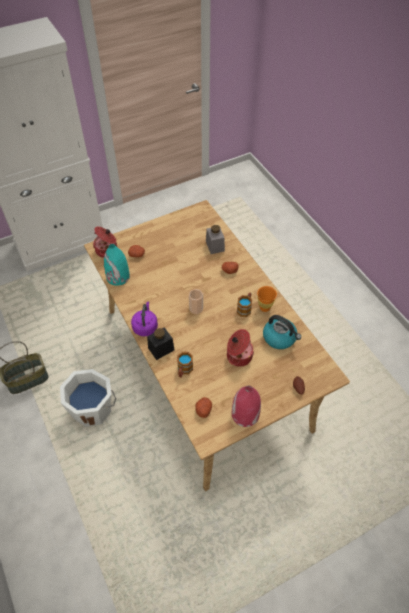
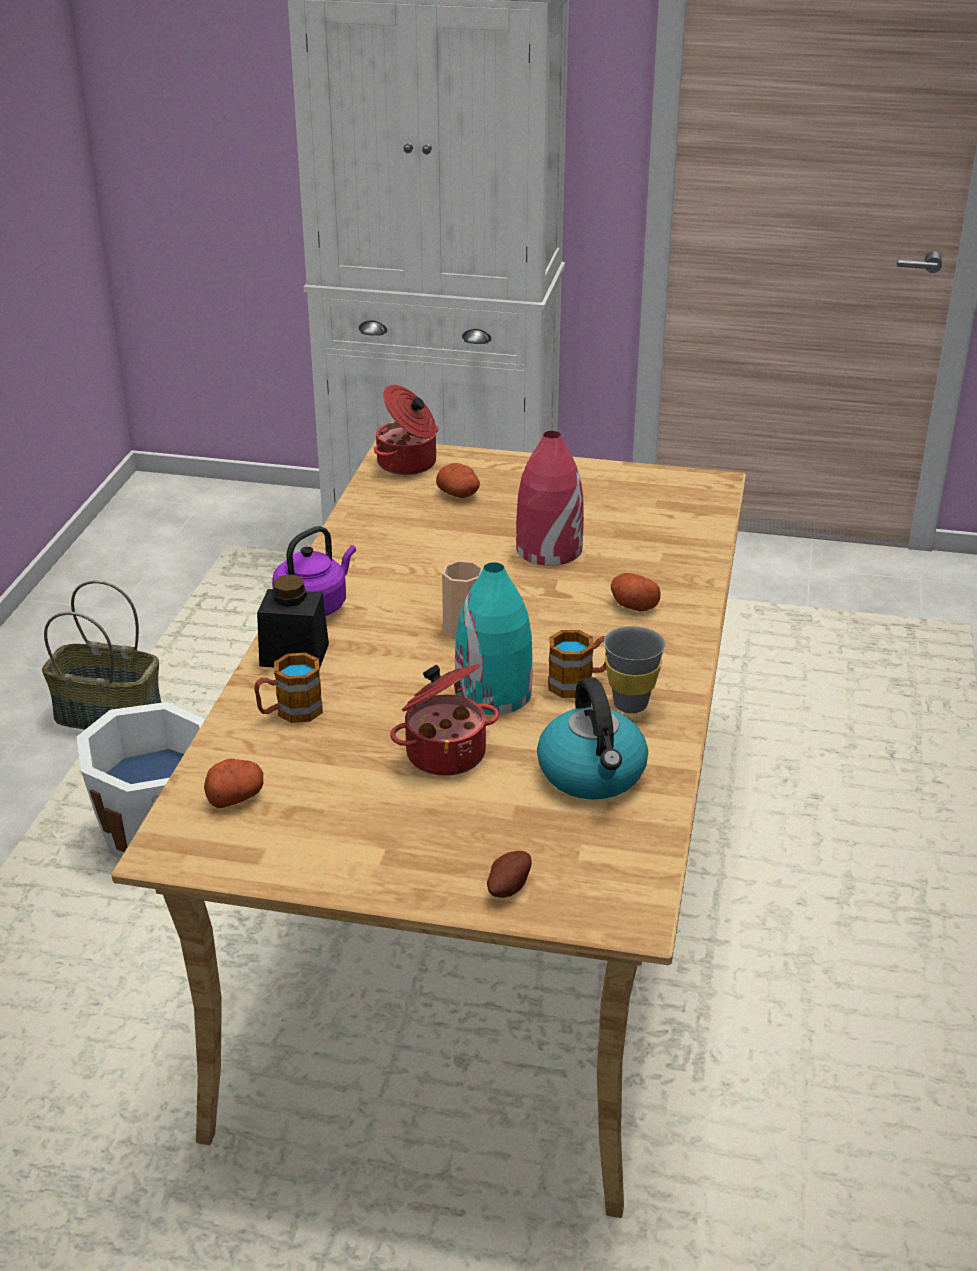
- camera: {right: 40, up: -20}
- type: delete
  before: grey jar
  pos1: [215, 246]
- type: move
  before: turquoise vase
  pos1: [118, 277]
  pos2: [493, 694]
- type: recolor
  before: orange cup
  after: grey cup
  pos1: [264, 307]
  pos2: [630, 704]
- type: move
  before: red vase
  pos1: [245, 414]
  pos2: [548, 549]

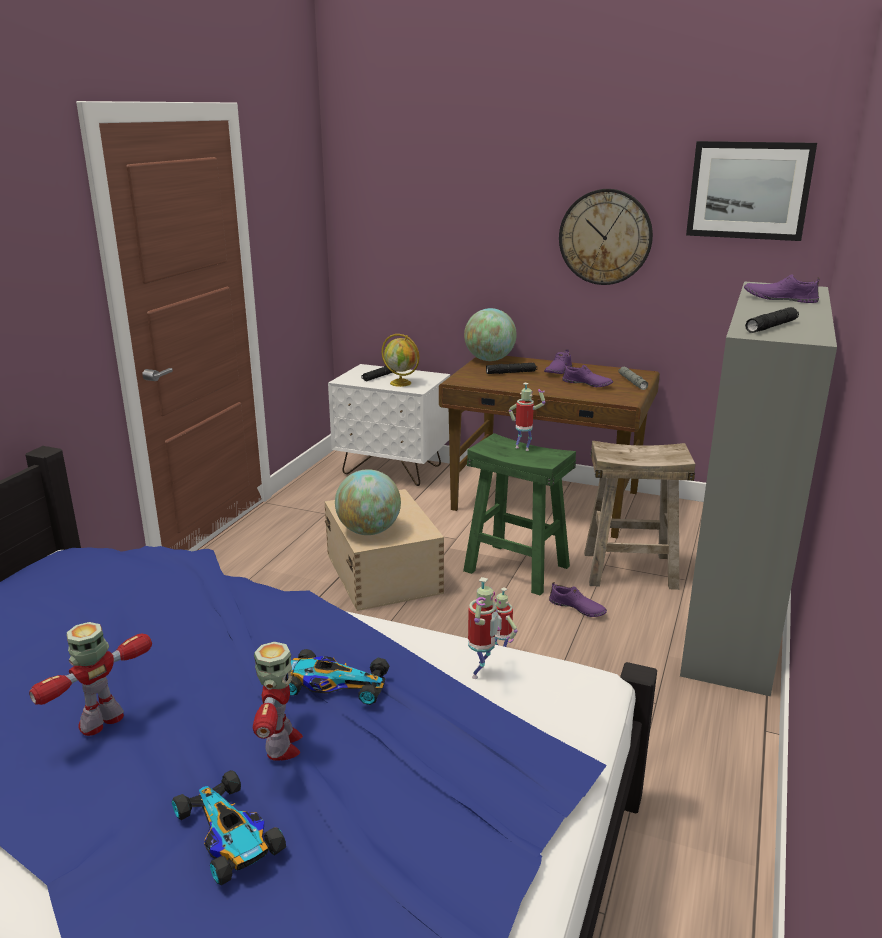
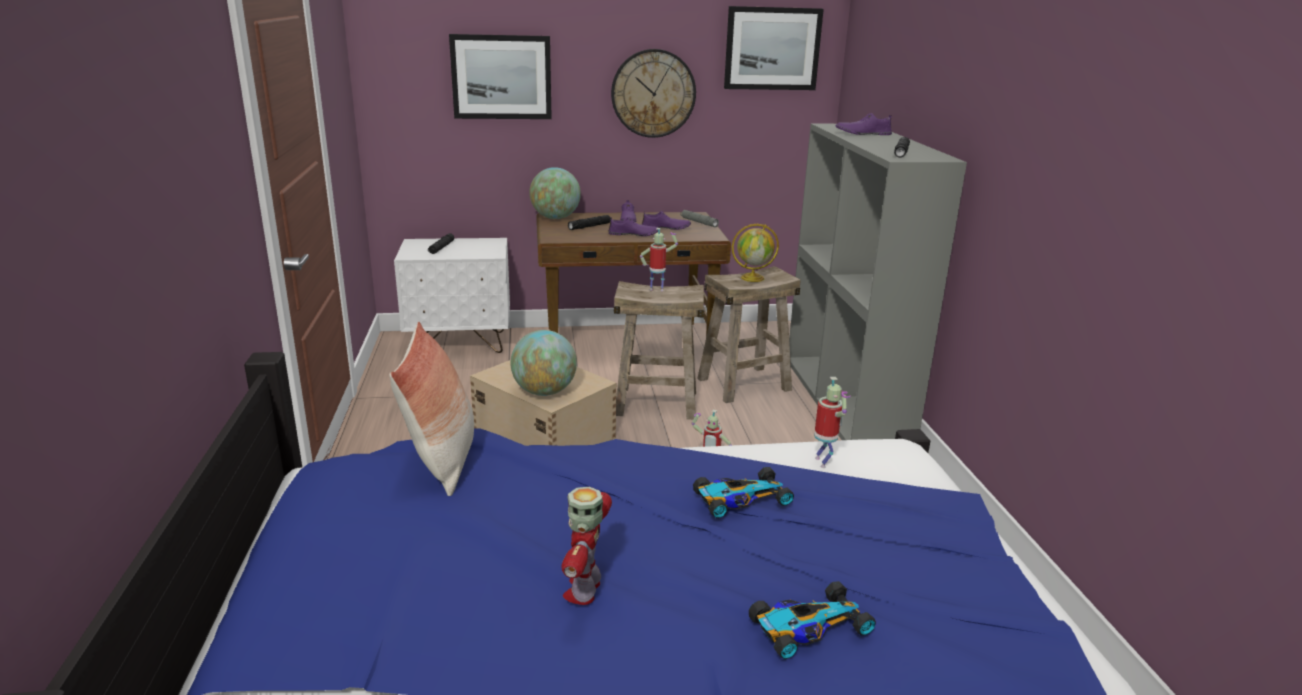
- camera: {right: -30, up: 0}
- type: move
  before: globe
  pos1: [401, 383]
  pos2: [753, 278]
- type: recolor
  before: green stool
  after: beige stool
  pos1: [516, 568]
  pos2: [655, 403]
- type: move
  before: purple shoe
  pos1: [577, 608]
  pos2: [633, 234]
- type: delete
  before: toy robot
  pos1: [282, 746]
- type: rotate
  before: toy car
  pos1: [229, 835]
  pos2: [807, 627]
  turn: 135
- type: insert
  after: picture
  pos2: [501, 77]
- type: insert
  after: pillow
  pos2: [443, 460]

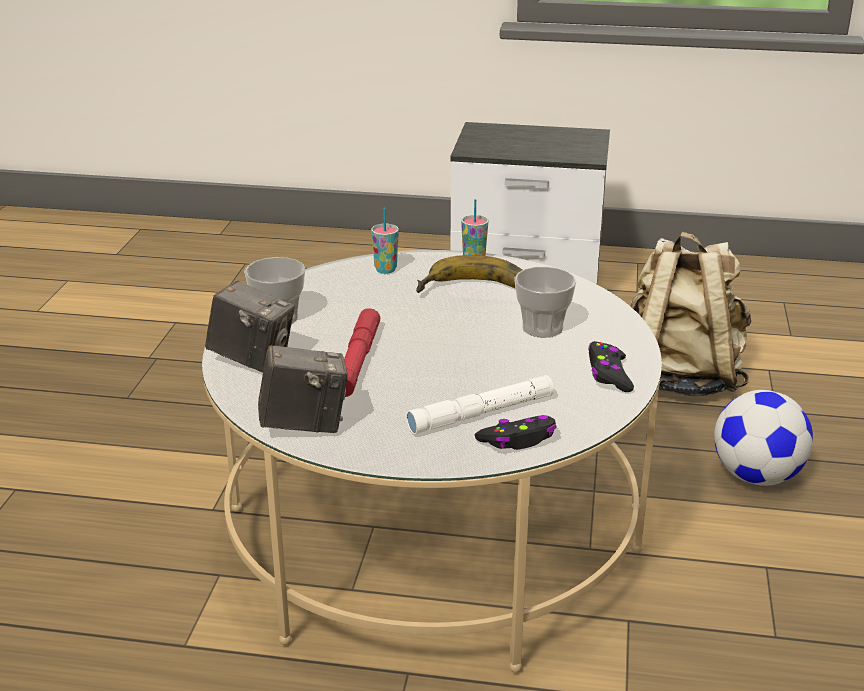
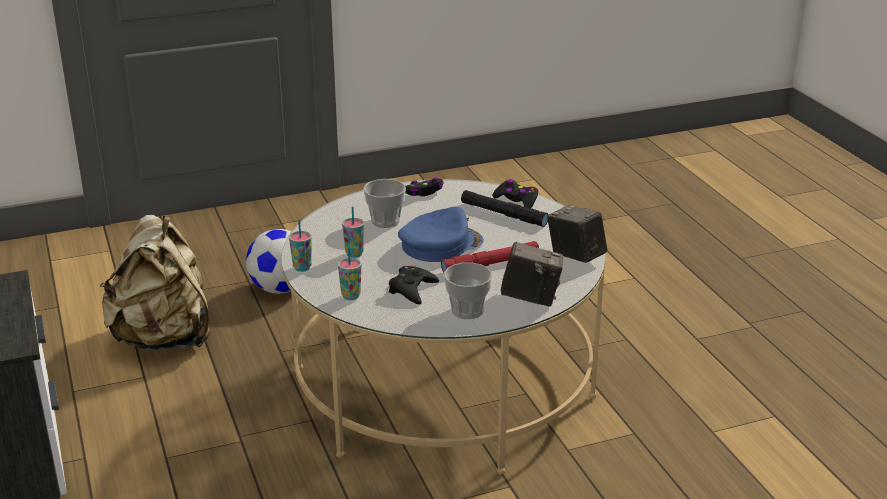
- camera: {right: -120, up: 0}
- type: replace
  before: banana
  after: cup
  pos1: [475, 291]
  pos2: [354, 254]
- type: rotate
  before: photo camera
  pos1: [252, 359]
  pos2: [530, 298]
  turn: 105
- type: recolor
  before: white flashlight
  after: black flashlight
  pos1: [481, 413]
  pos2: [503, 214]
- type: insert
  after: blue cap
  pos2: [440, 244]
- type: insert
  after: black game controller
  pos2: [412, 289]

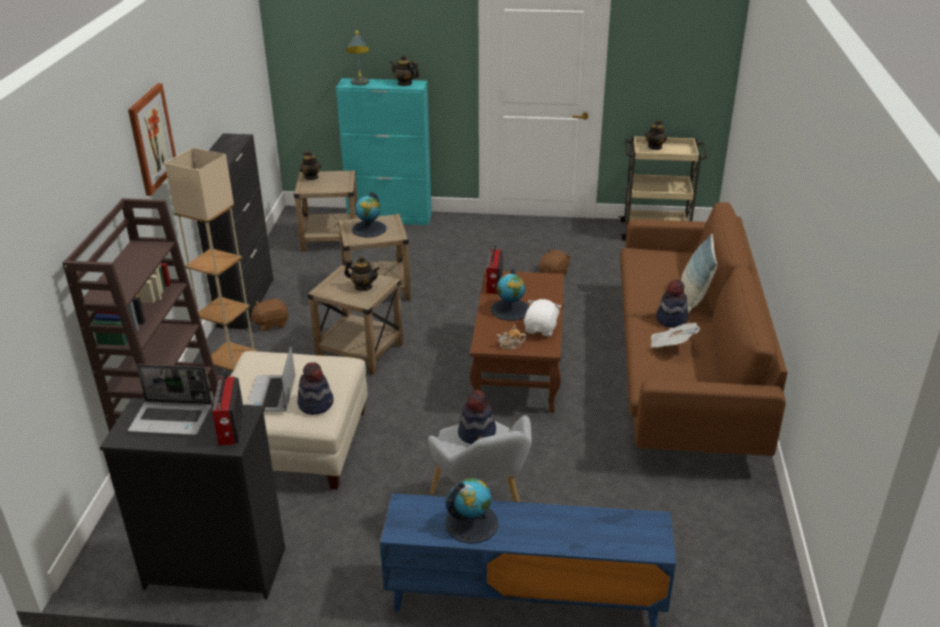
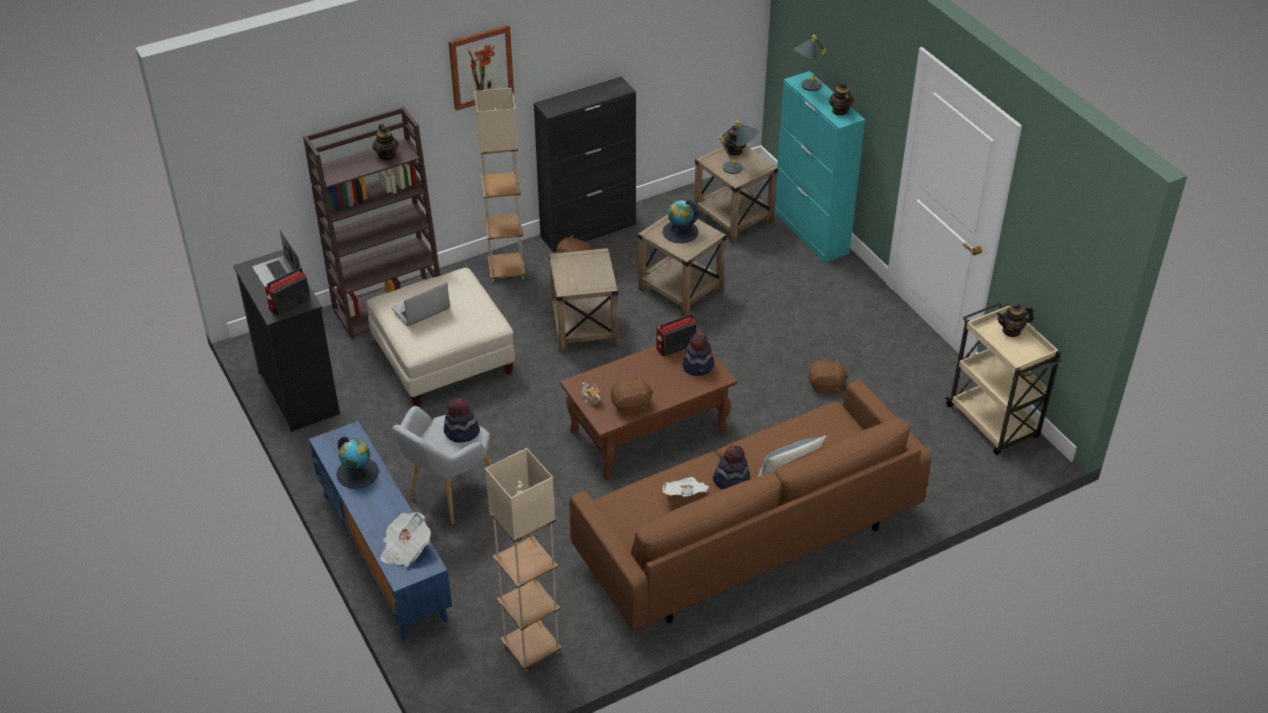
- camera: {right: 55, up: 10}
- type: move
  before: teapot
  pos1: [363, 287]
  pos2: [387, 155]
- type: delete
  before: globe
  pos1: [510, 310]
- type: recolor
  before: white plush toy
  after: brown plush toy
  pos1: [541, 329]
  pos2: [631, 406]
- type: move
  before: hat
  pos1: [316, 403]
  pos2: [698, 366]
- type: insert
  after: grey table lamp
  pos2: [739, 169]
- type: insert
  after: beige floor lamp
  pos2: [531, 648]
- type: insert
  after: newspaper
  pos2: [405, 549]

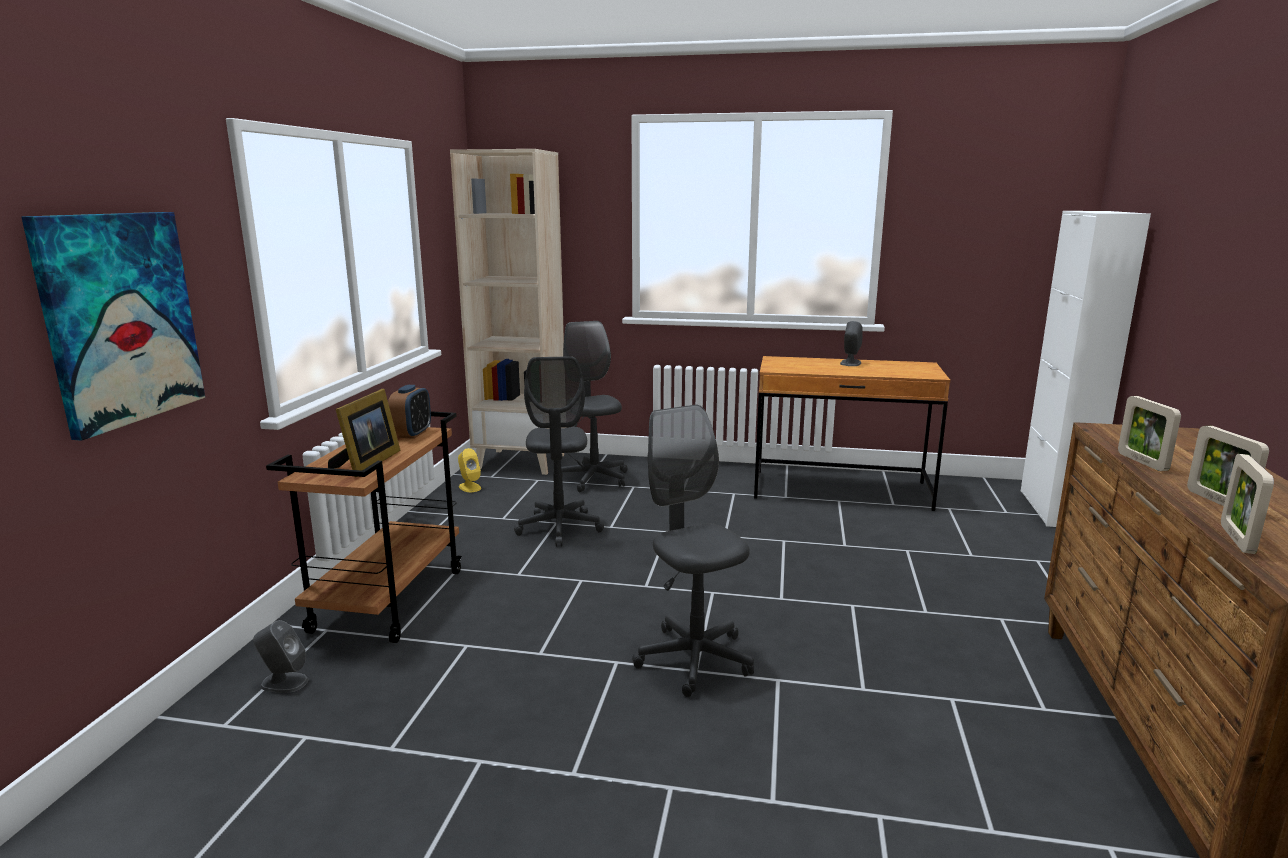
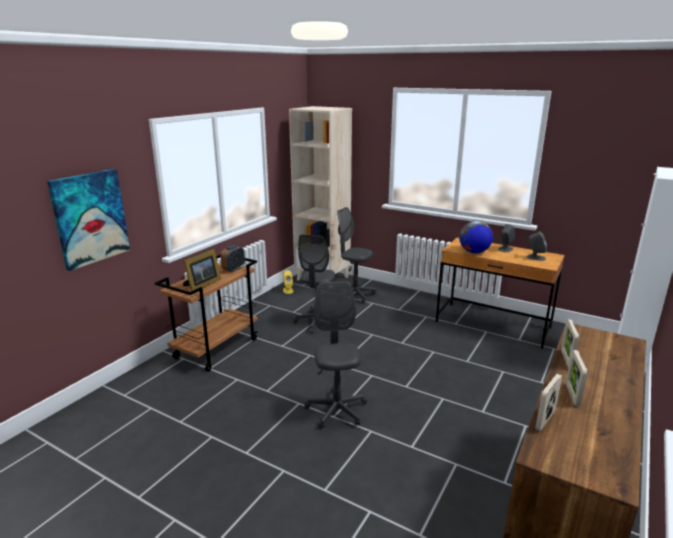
- camera: {right: 20, up: 5}
- type: rotate
  before: grey office chair
  pos1: [594, 479]
  pos2: [354, 295]
  turn: -60
- type: move
  before: grey speaker
  pos1: [283, 682]
  pos2: [535, 257]
- type: insert
  after: globe
  pos2: [474, 252]

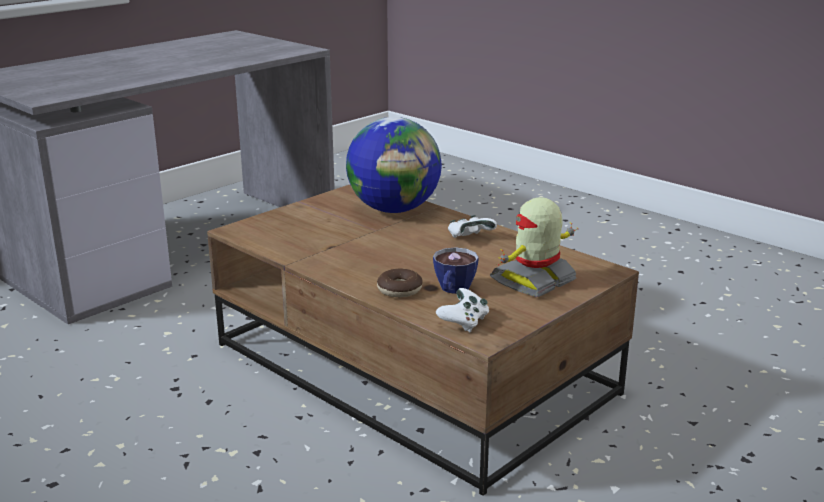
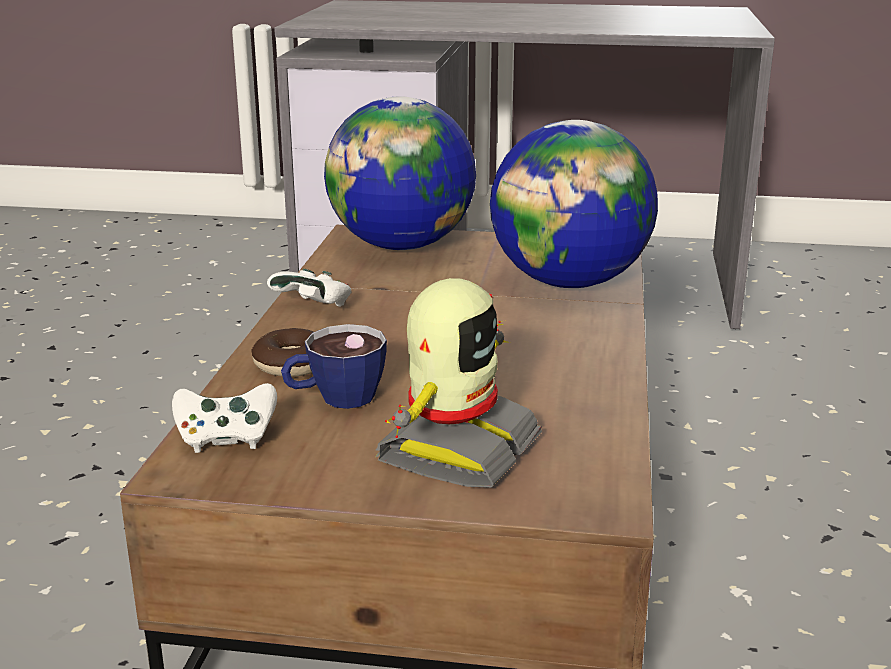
- camera: {right: 55, up: 0}
- type: rotate
  before: toy robot
  pos1: [534, 281]
  pos2: [455, 449]
  turn: 105
- type: move
  before: white game controller
  pos1: [469, 238]
  pos2: [314, 307]
- type: insert
  after: globe
  pos2: [402, 246]

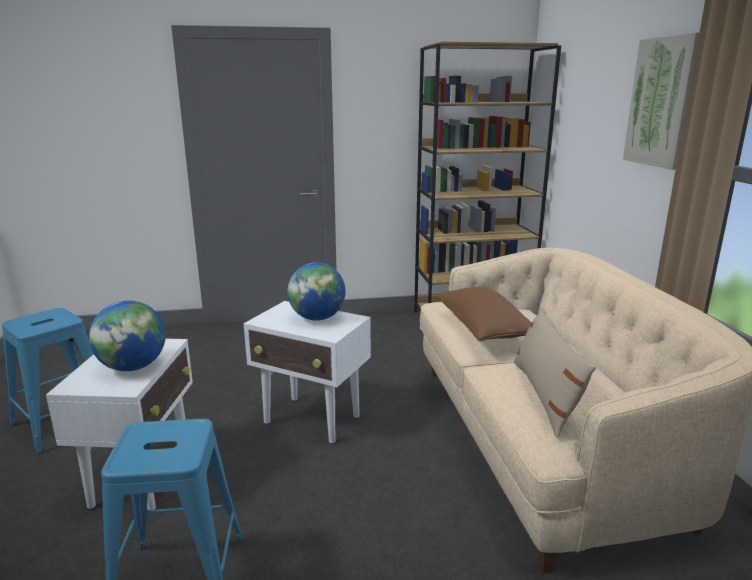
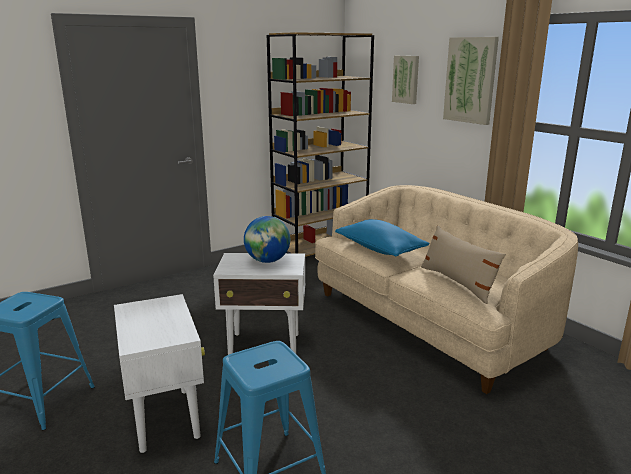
- camera: {right: -25, up: 0}
- type: recolor
  before: brown pillow
  after: blue pillow
  pos1: [484, 328]
  pos2: [380, 249]
- type: delete
  before: globe
  pos1: [133, 367]
- type: insert
  after: picture
  pos2: [406, 79]

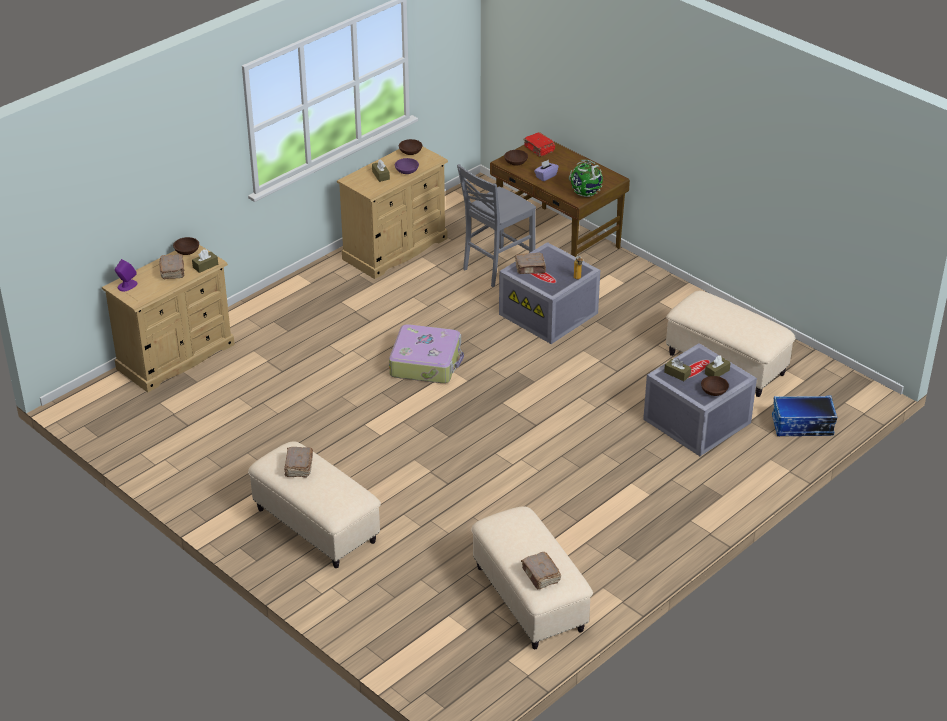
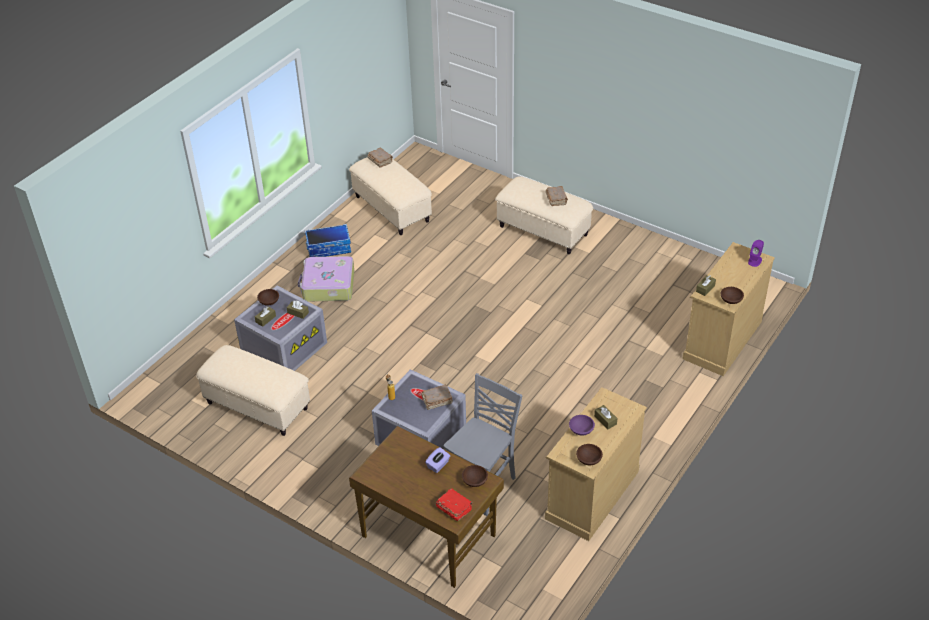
- camera: {right: 170, up: 5}
- type: delete
  before: globe
  pos1: [585, 193]
- type: delete
  before: brown book
  pos1: [173, 271]
- type: move
  before: suitcase
  pos1: [426, 362]
  pos2: [328, 286]
- type: move
  before: storage box
  pos1: [802, 426]
  pos2: [329, 248]

